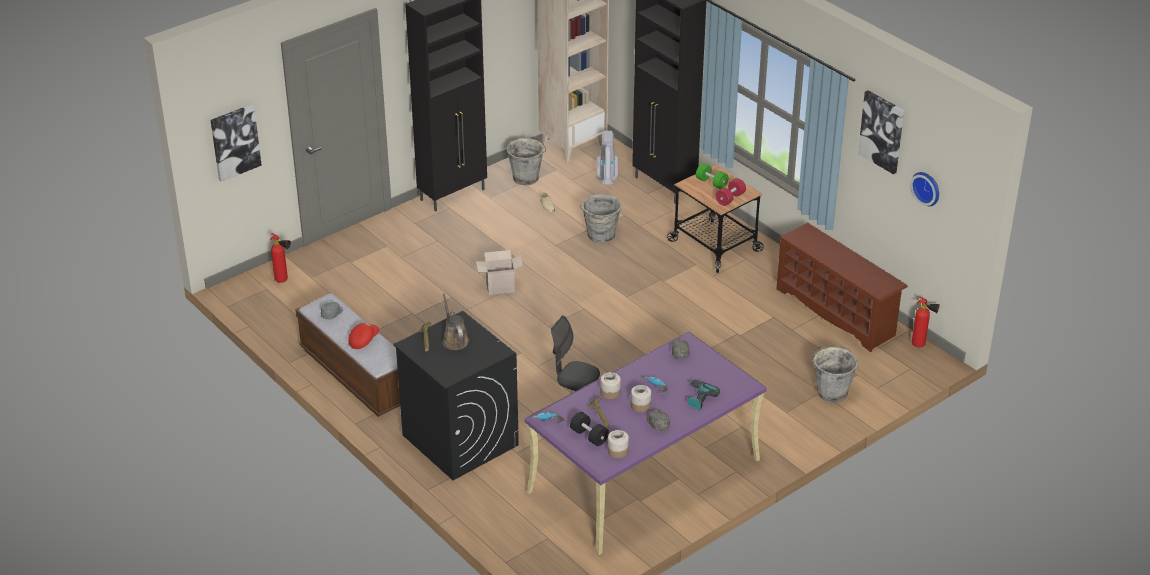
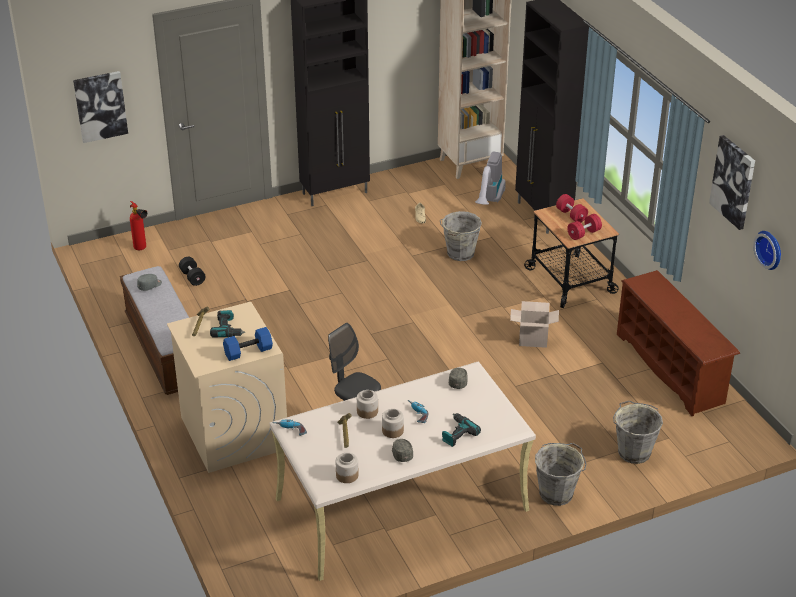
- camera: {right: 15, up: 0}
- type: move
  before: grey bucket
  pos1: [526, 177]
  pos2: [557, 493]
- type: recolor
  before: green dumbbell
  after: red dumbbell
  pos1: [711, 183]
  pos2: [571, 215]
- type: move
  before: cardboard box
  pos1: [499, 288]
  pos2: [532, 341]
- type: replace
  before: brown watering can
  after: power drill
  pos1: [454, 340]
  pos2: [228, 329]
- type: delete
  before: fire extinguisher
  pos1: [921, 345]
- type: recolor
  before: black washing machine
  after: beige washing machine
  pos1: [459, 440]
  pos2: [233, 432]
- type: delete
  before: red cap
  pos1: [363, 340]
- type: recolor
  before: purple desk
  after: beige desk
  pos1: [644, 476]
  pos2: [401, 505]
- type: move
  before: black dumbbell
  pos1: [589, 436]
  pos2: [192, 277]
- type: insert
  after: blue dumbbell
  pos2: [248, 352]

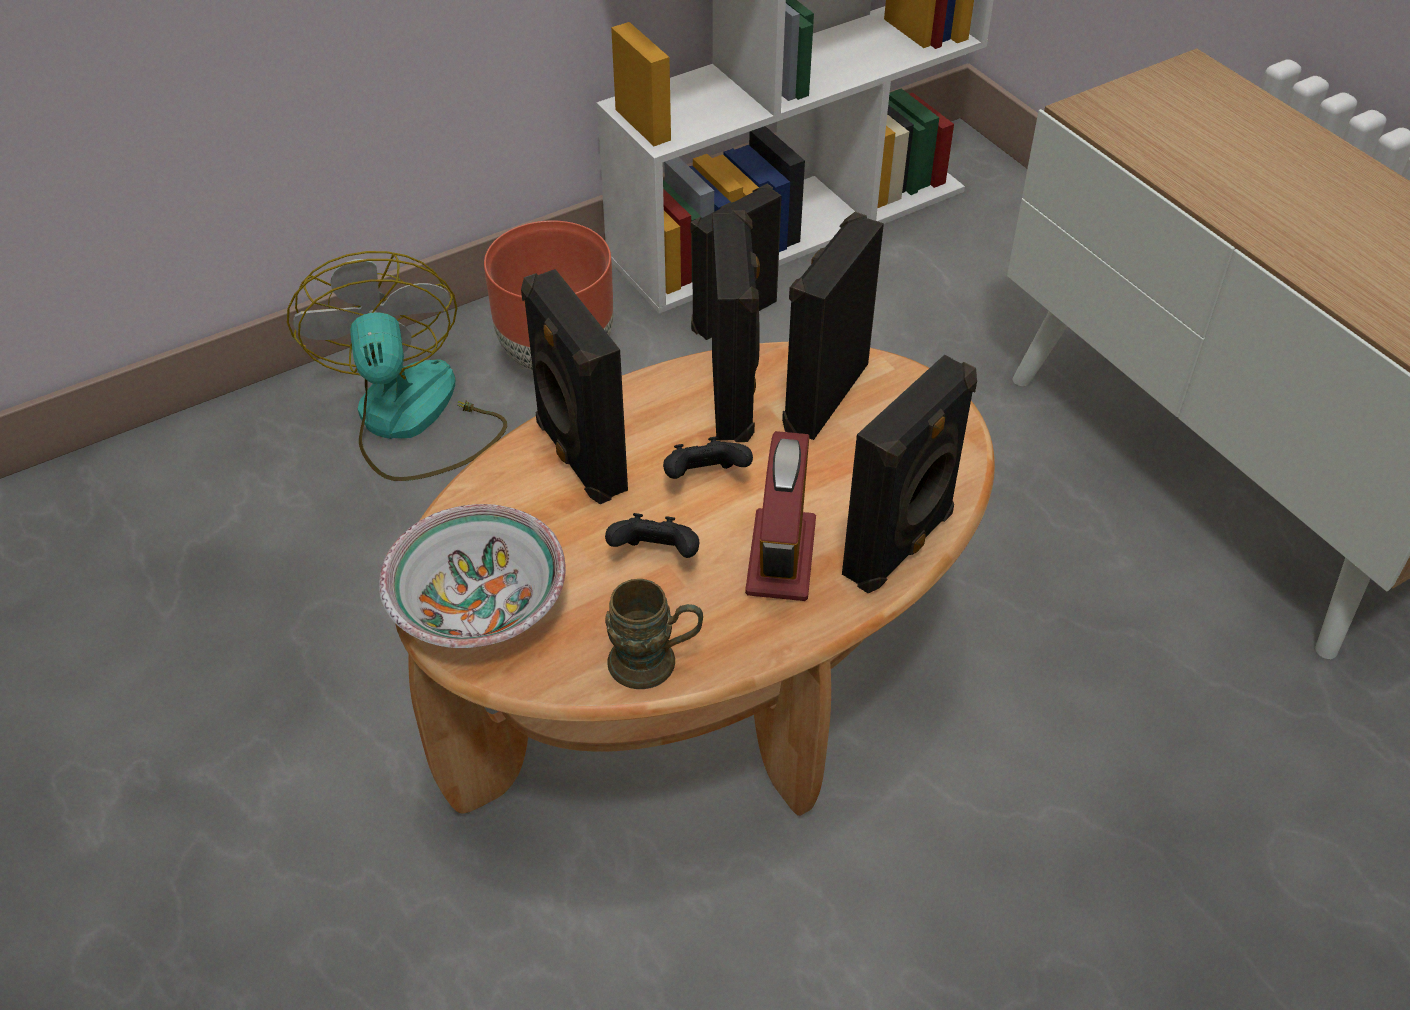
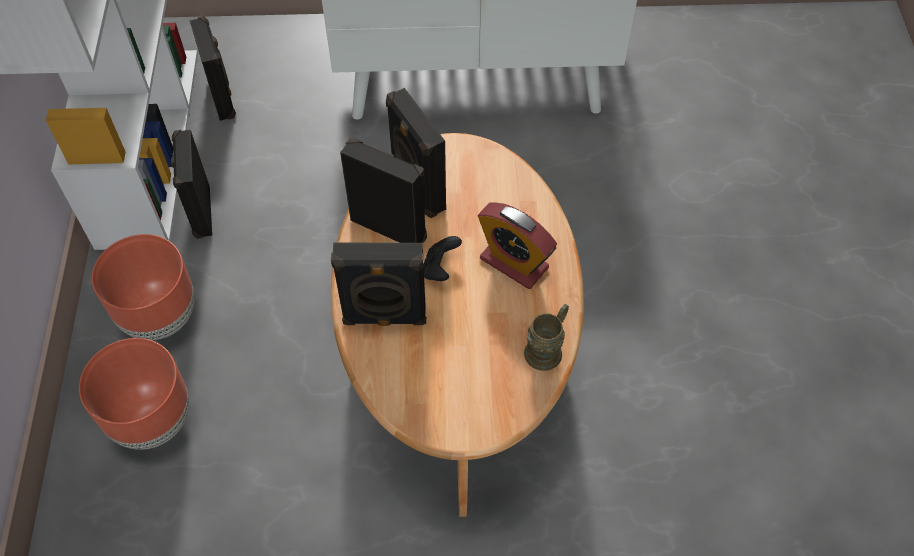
- camera: {right: -60, up: 10}
- type: replace
  before: fan
  after: brown planter
  pos1: [412, 421]
  pos2: [152, 421]
- type: move
  before: black speaker
  pos1: [901, 546]
  pos2: [223, 98]
- type: delete
  before: bowl
  pos1: [480, 603]
- type: delete
  before: black game controller
  pos1: [656, 555]

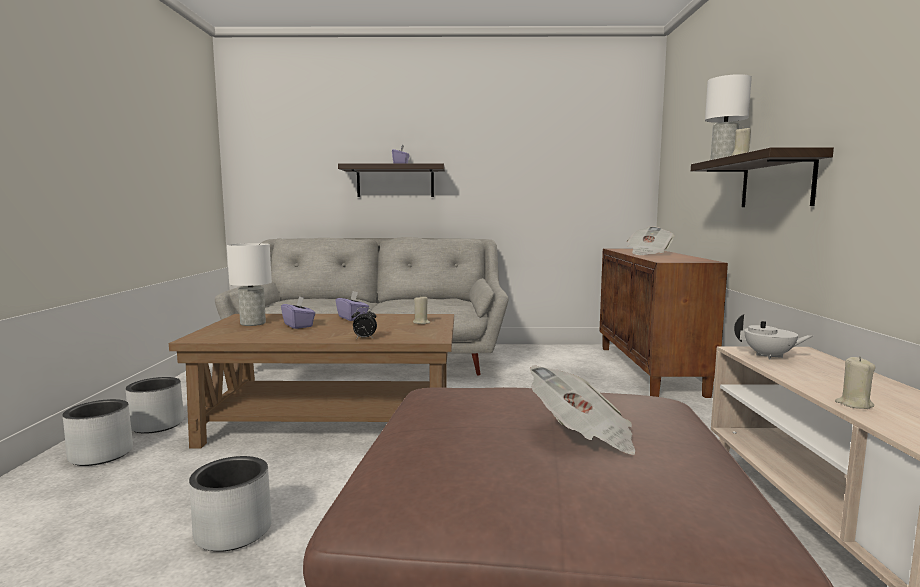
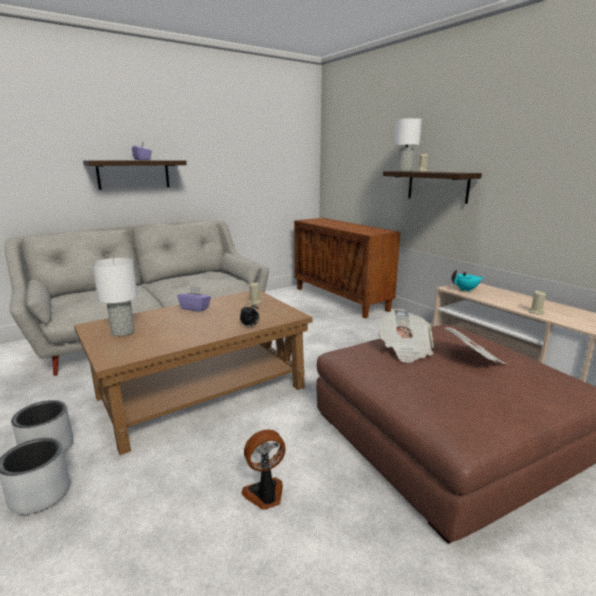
- camera: {right: -35, up: 10}
- type: move
  before: newspaper
  pos1: [648, 253]
  pos2: [404, 349]
- type: delete
  before: purple tissue box
  pos1: [298, 325]
- type: recolor
  before: white teapot
  after: turquoise teapot
  pos1: [769, 356]
  pos2: [466, 290]
- type: replace
  before: grey planter
  after: fan
  pos1: [232, 532]
  pos2: [265, 495]

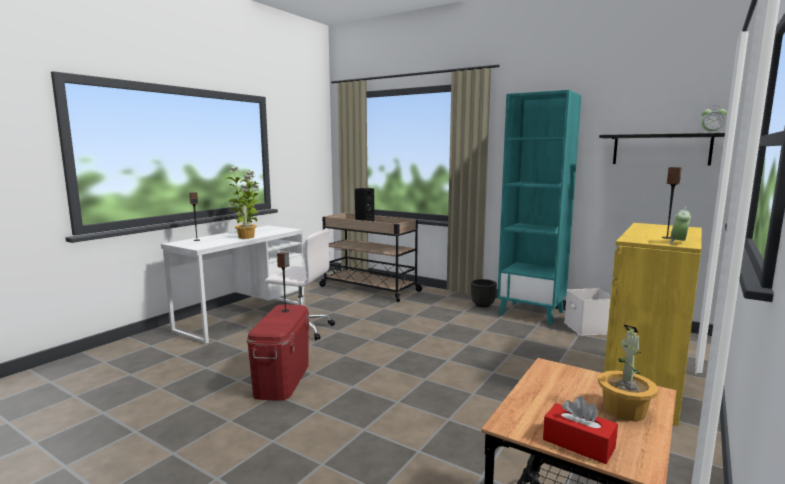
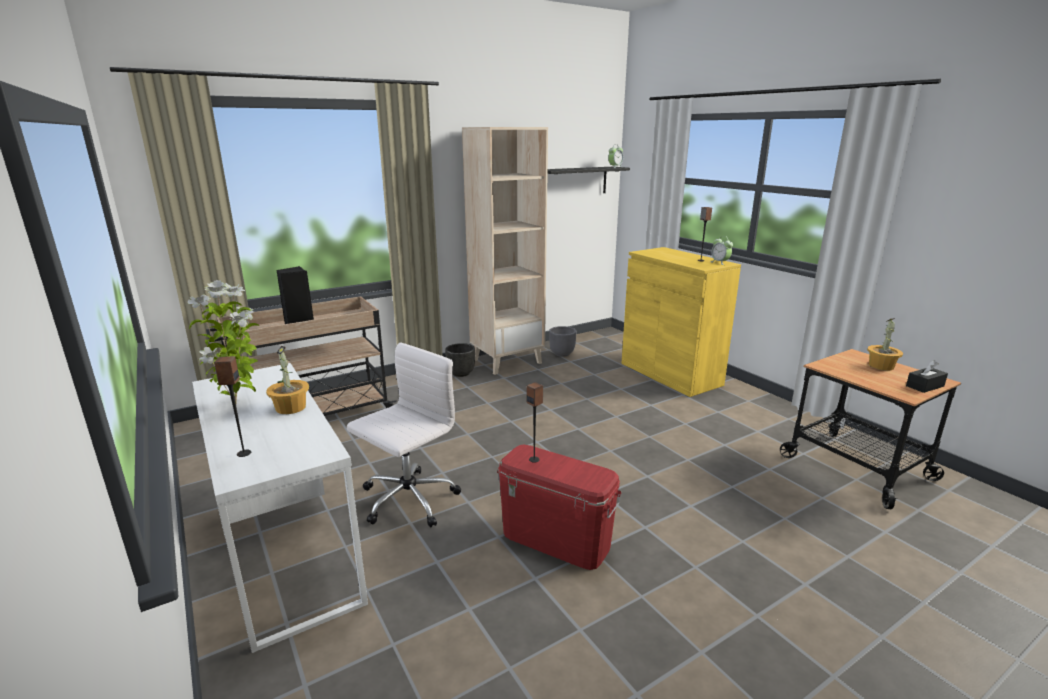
- camera: {right: -65, up: 10}
- type: recolor
  before: turquoise bookcase
  after: beige bookcase
  pos1: [532, 313]
  pos2: [507, 361]
- type: replace
  before: white storage box
  after: grey planter
  pos1: [589, 328]
  pos2: [562, 353]
- type: recolor
  before: red tissue box
  after: black tissue box
  pos1: [578, 444]
  pos2: [925, 386]

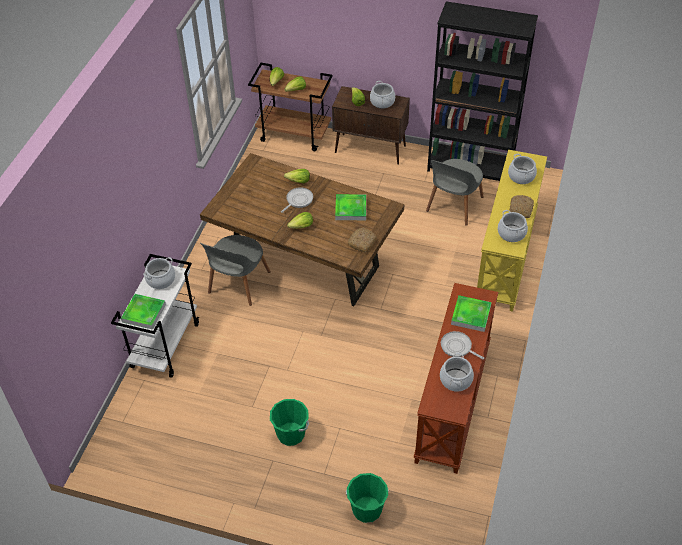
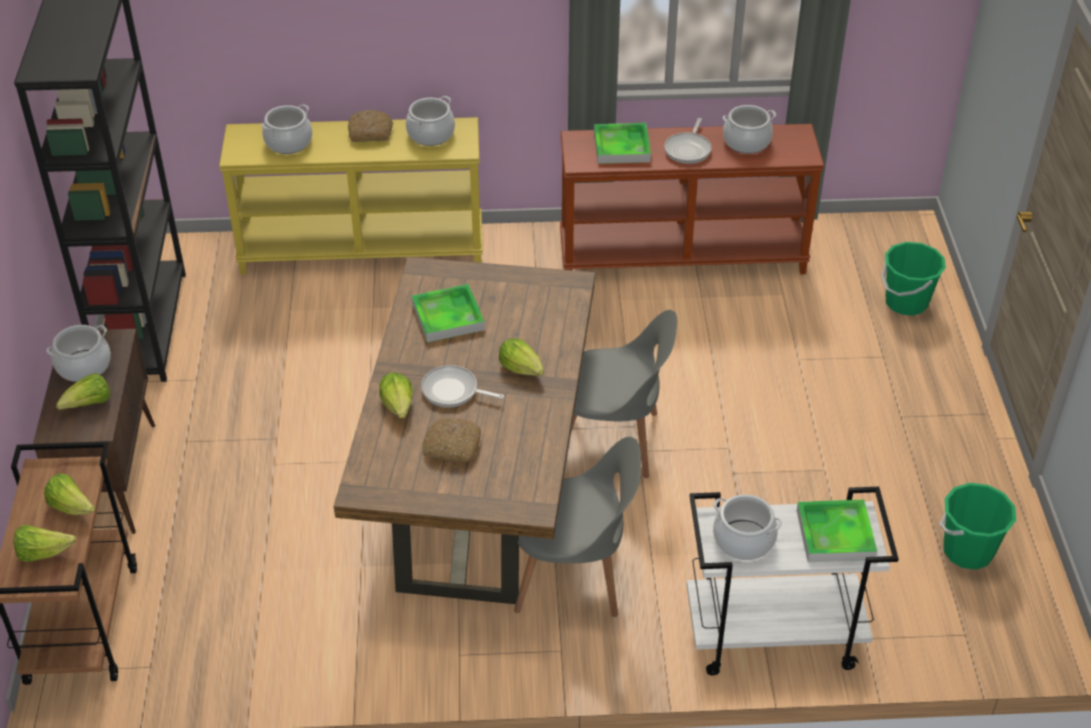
- camera: {right: -110, up: -5}
- type: move
  before: grey chair
  pos1: [453, 206]
  pos2: [612, 441]
- type: move
  before: bread
  pos1: [362, 242]
  pos2: [451, 446]
- type: move
  before: green bucket
  pos1: [291, 434]
  pos2: [967, 550]

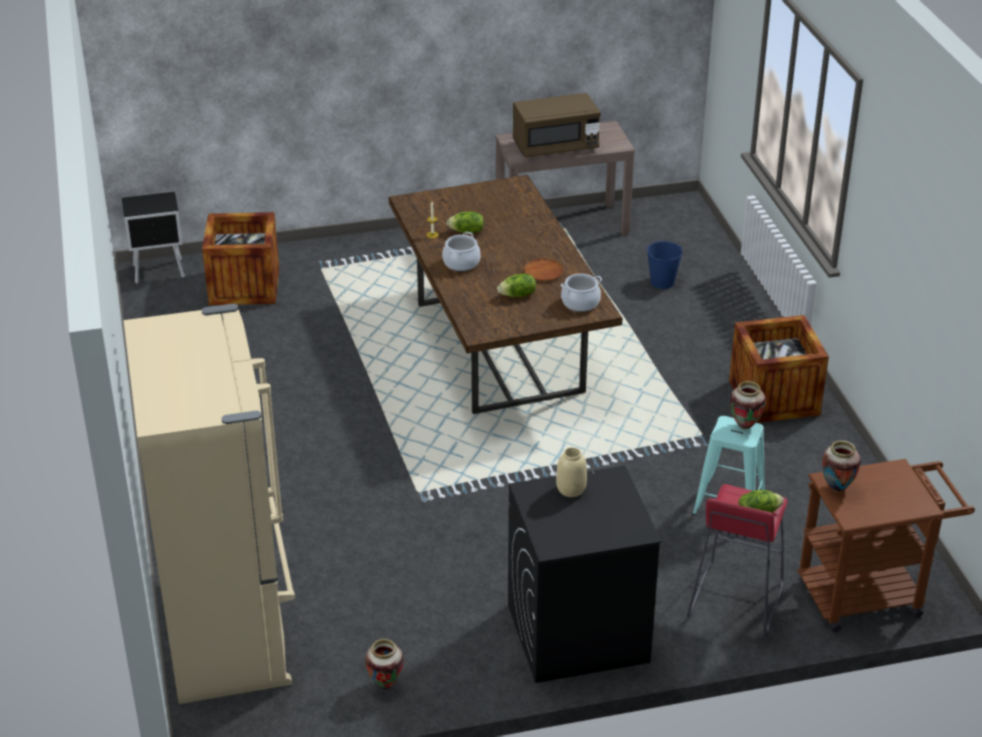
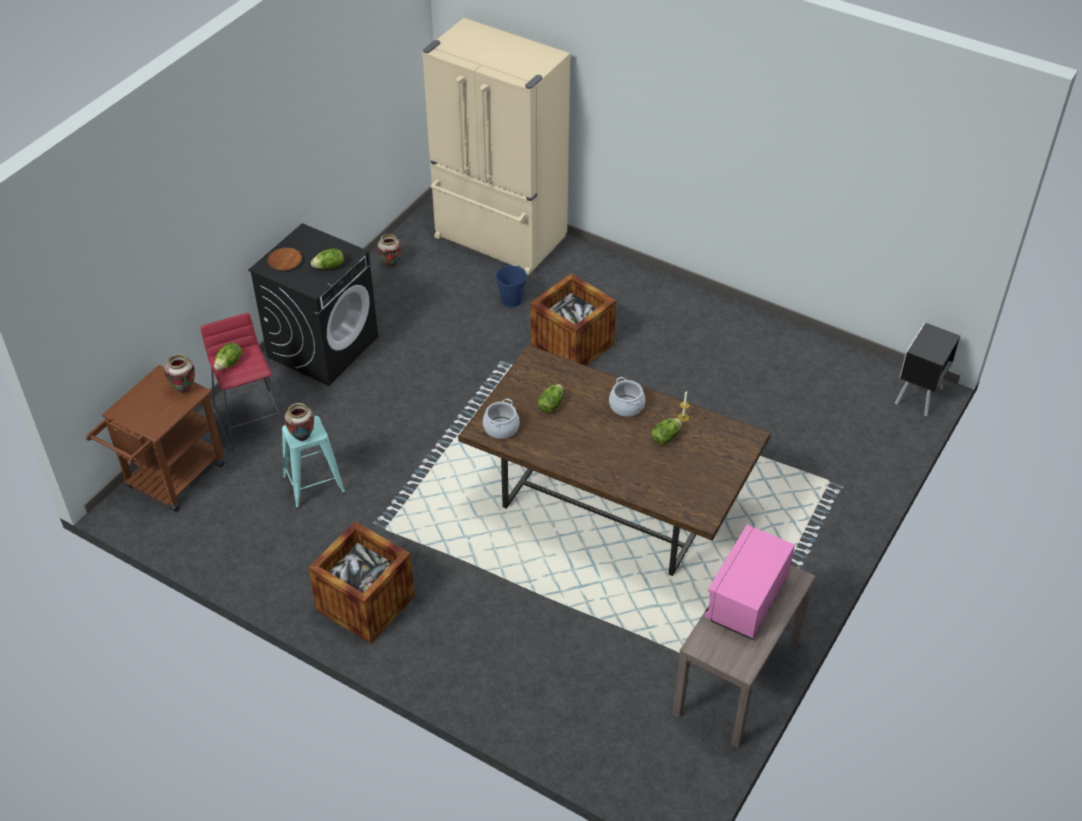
- camera: {right: 135, up: 10}
- type: recolor
  before: brown microwave
  after: pink microwave
  pos1: [555, 146]
  pos2: [747, 598]
- type: move
  before: crate
  pos1: [244, 286]
  pos2: [572, 345]
- type: move
  before: blue bucket
  pos1: [662, 282]
  pos2: [511, 300]
- type: move
  before: brown plate
  pos1: [543, 272]
  pos2: [285, 261]
- type: replace
  before: beige vase
  after: lettuce
  pos1: [571, 489]
  pos2: [329, 267]

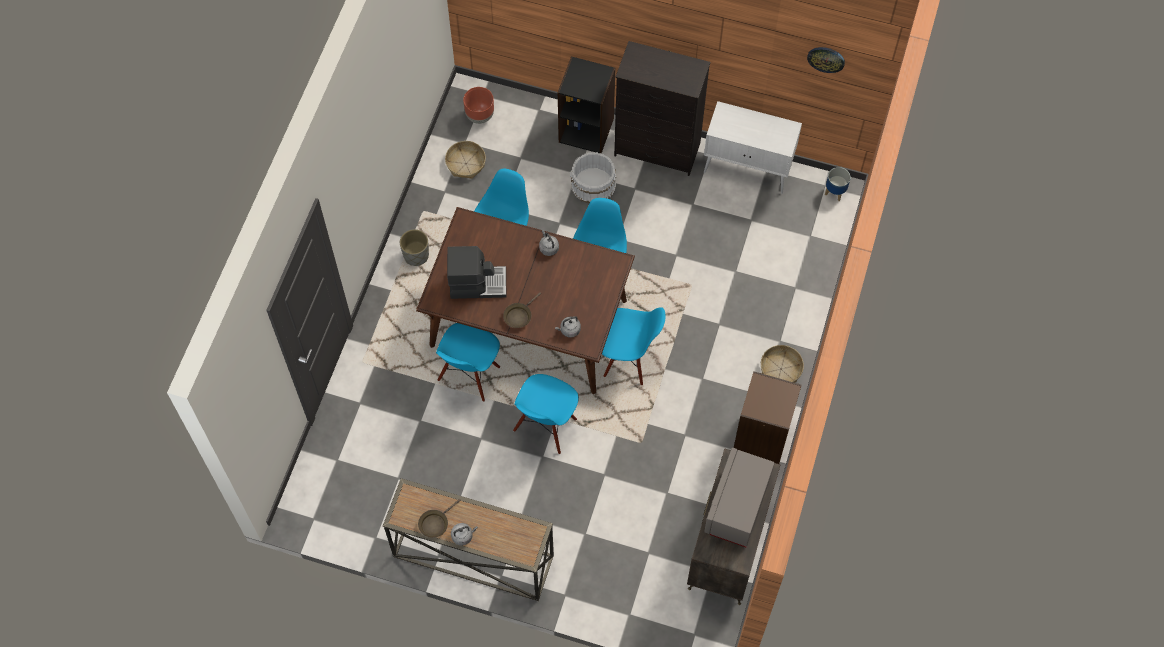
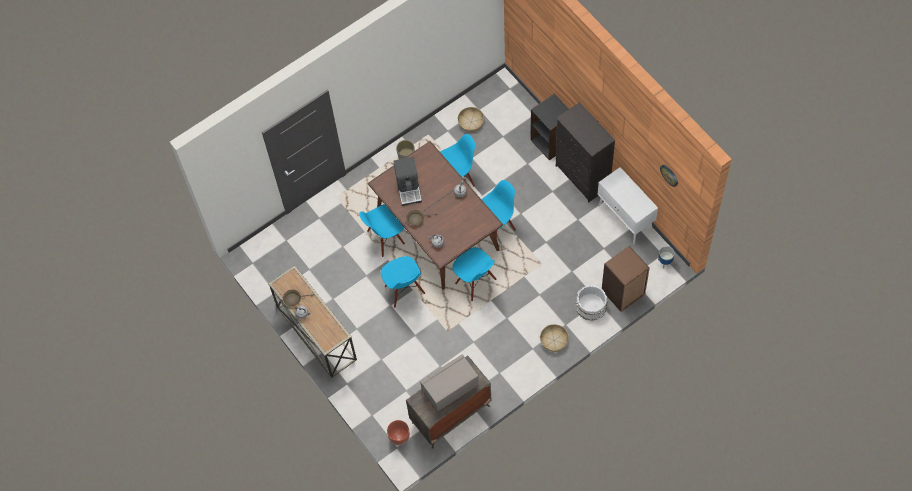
- camera: {right: 40, up: 0}
- type: move
  before: brown planter
  pos1: [479, 116]
  pos2: [399, 437]
- type: move
  before: white bucket
  pos1: [593, 185]
  pos2: [590, 306]
- type: rotate
  before: coffee machine
  pos1: [477, 283]
  pos2: [409, 188]
  turn: 45
- type: move
  before: brown bookcase
  pos1: [762, 439]
  pos2: [623, 292]
- type: rotate
  before: blue chair
  pos1: [545, 426]
  pos2: [404, 290]
  turn: -90

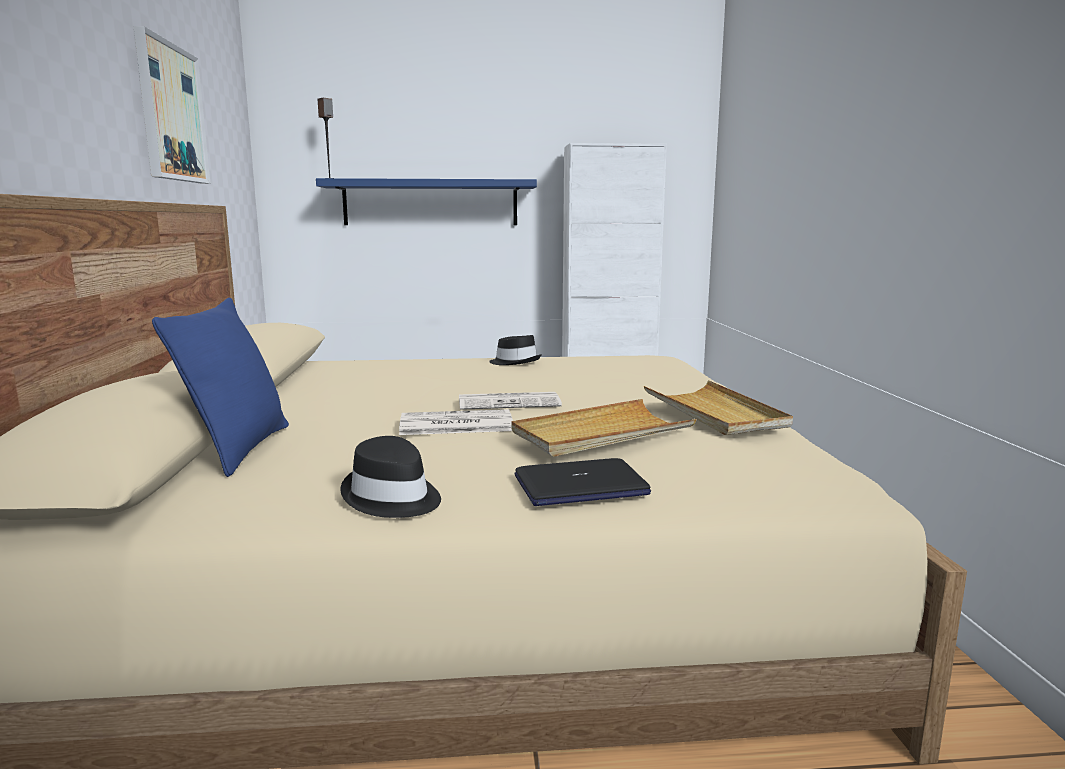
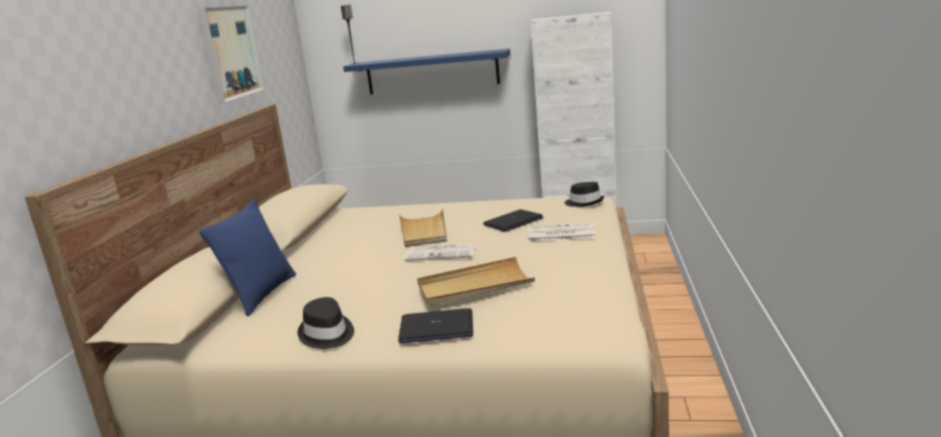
- camera: {right: 15, up: 5}
- type: move
  before: black hat
  pos1: [515, 362]
  pos2: [584, 202]
- type: move
  before: beige tray
  pos1: [714, 412]
  pos2: [423, 231]
- type: move
  before: newspaper
  pos1: [454, 425]
  pos2: [560, 234]
- type: insert
  after: laptop
  pos2: [513, 222]

